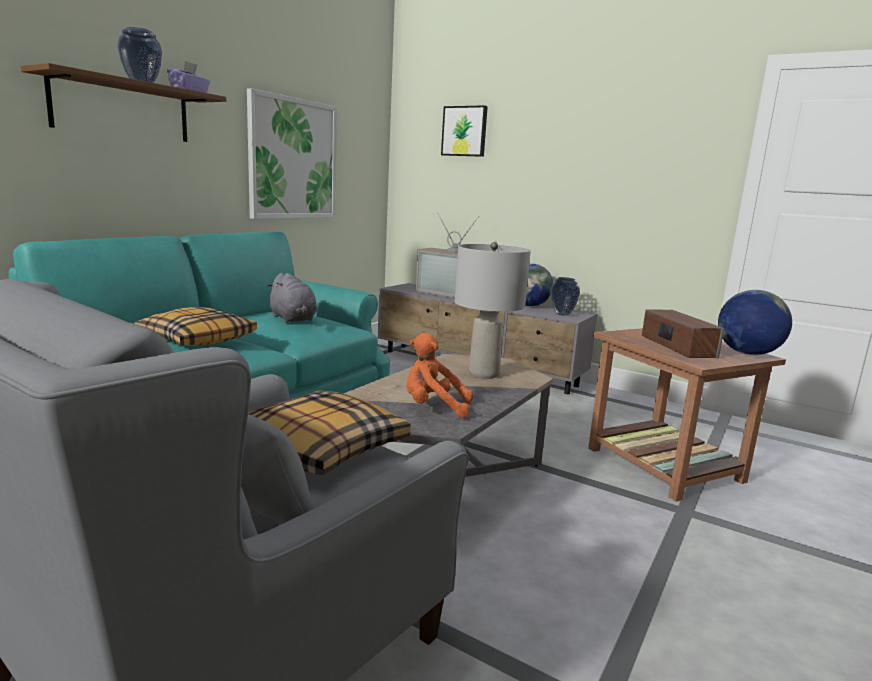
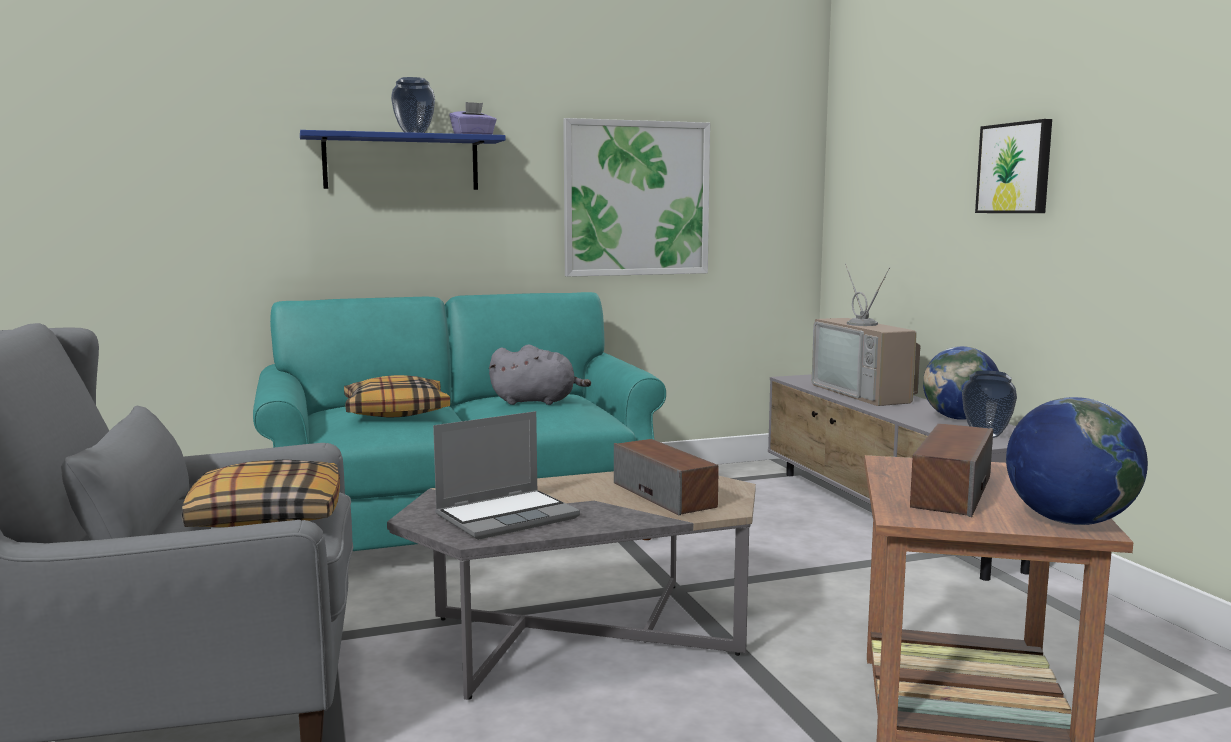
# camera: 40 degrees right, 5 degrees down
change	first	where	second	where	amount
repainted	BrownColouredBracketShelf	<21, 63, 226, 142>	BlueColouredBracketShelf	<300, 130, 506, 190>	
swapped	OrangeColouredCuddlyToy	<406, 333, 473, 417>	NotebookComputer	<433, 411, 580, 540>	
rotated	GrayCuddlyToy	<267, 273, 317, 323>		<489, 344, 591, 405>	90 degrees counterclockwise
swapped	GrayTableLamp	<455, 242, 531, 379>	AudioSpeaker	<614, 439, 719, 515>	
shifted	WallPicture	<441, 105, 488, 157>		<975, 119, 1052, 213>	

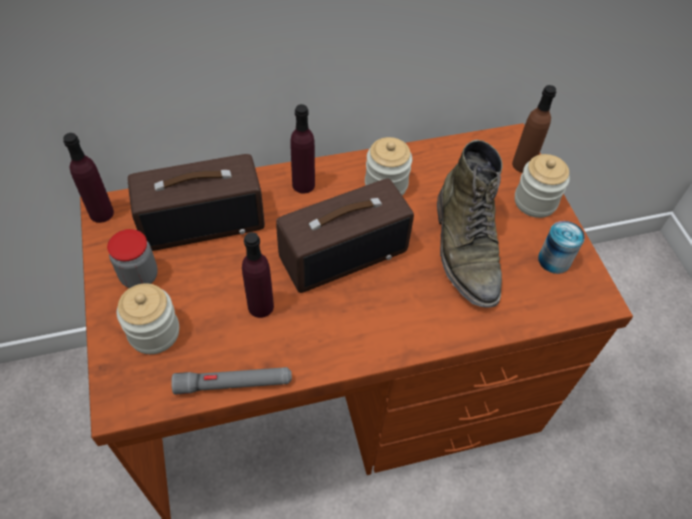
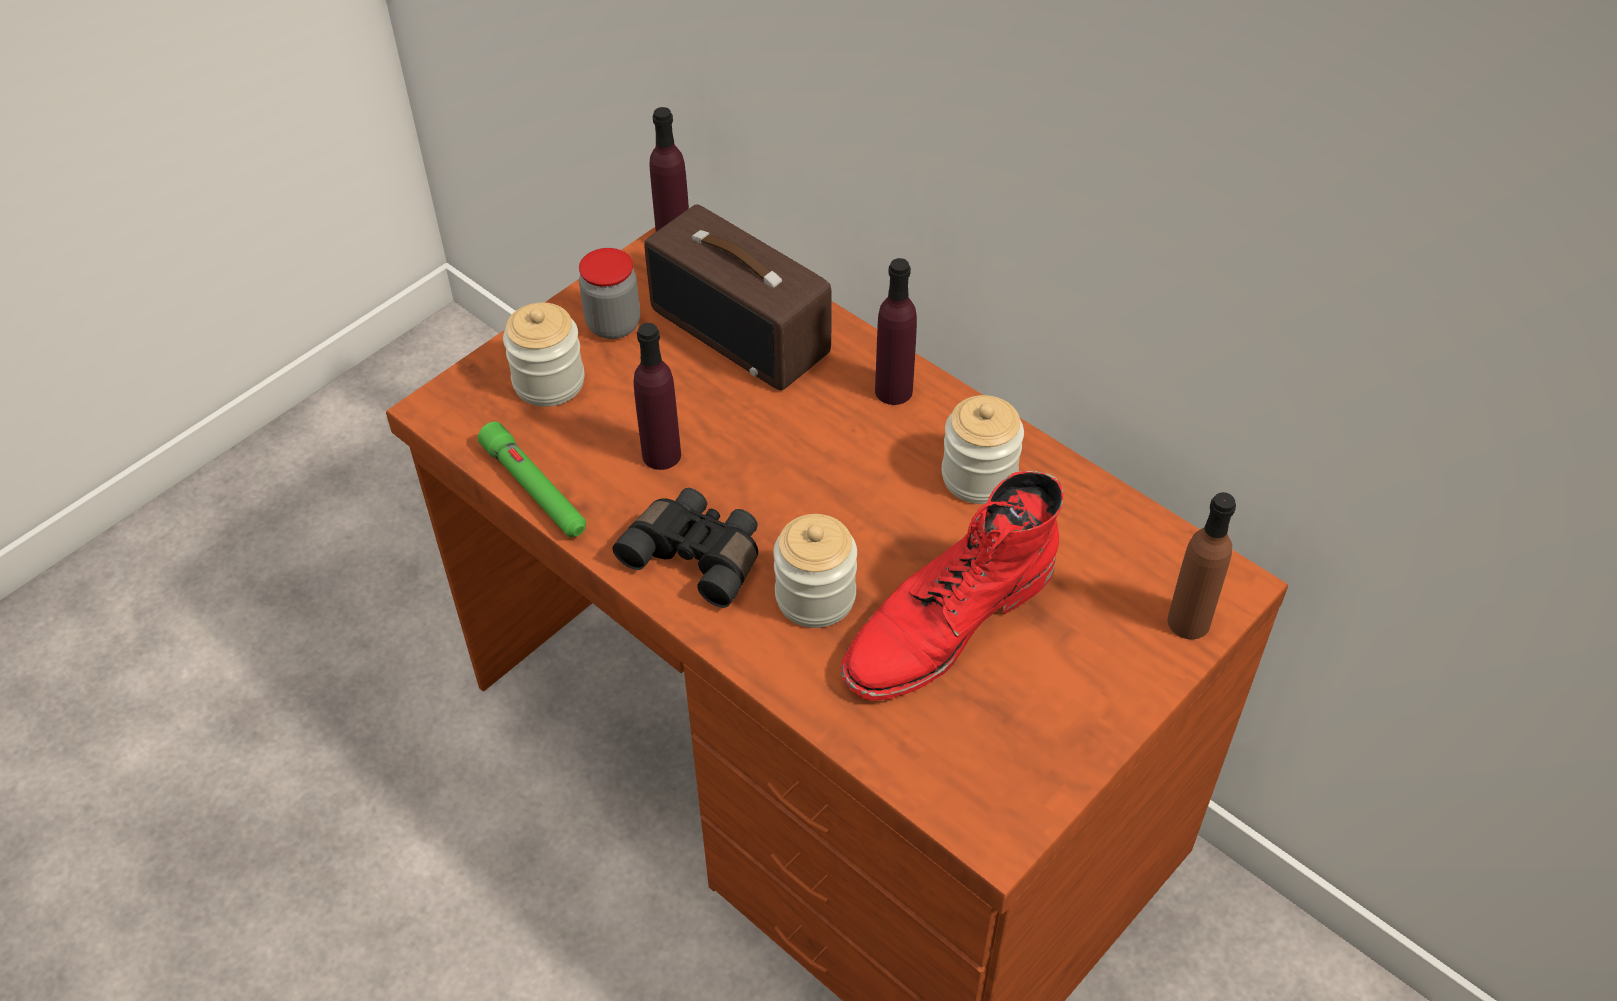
# camera: 60 degrees right, 5 degrees down
change	first	where	second	where	amount
repainted	GrayTorch	<171, 367, 292, 395>	GreenColouredTorch	<478, 422, 586, 537>	
new			BlackFieldGlasses	<613, 488, 758, 608>	
shifted	StorageJar	<515, 154, 570, 218>		<773, 514, 857, 628>	
repainted	GreenColouredBoot	<437, 140, 503, 308>	ReddishBoot	<841, 471, 1064, 701>	
gone	Radio	<276, 178, 414, 293>			
gone	Can	<538, 221, 585, 274>			

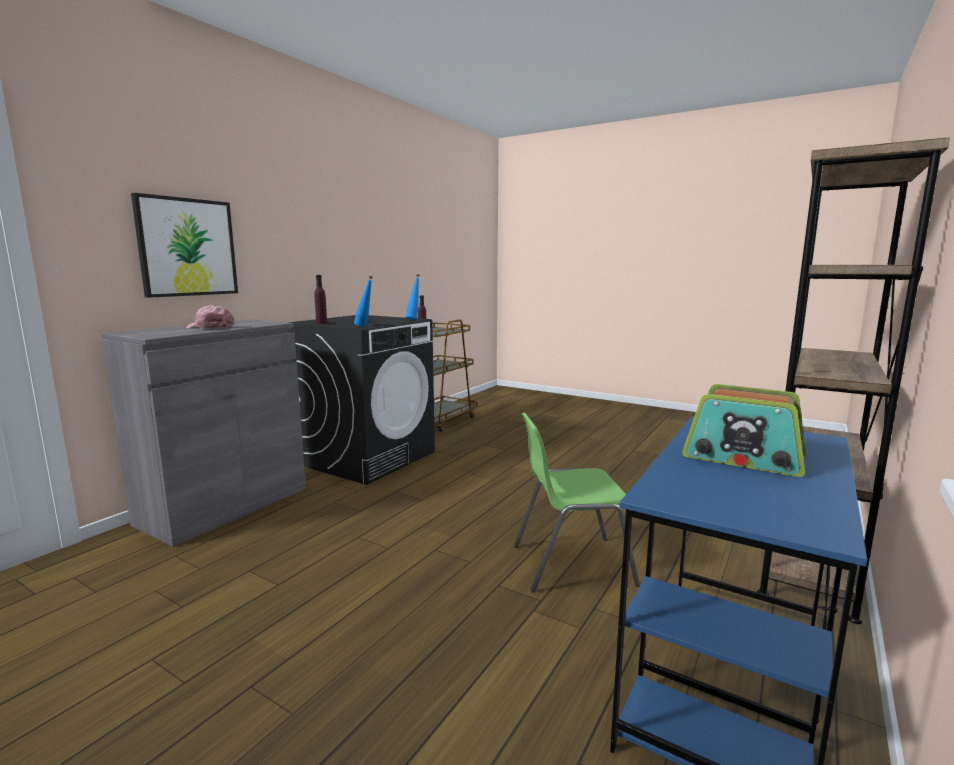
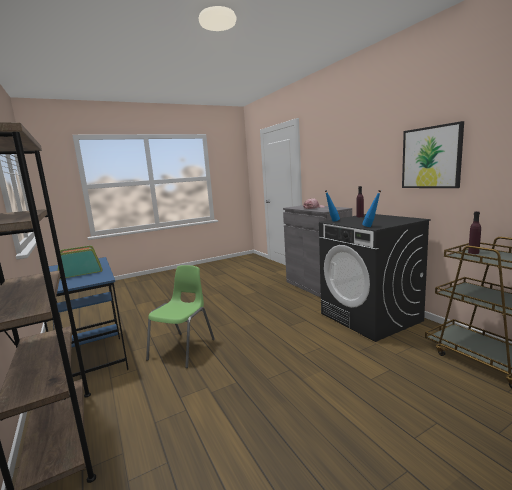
# camera: 120 degrees right, 0 degrees up
change	first	where	second	where	amount
shifted	WallPicture	<131, 193, 238, 298>		<402, 121, 464, 188>	

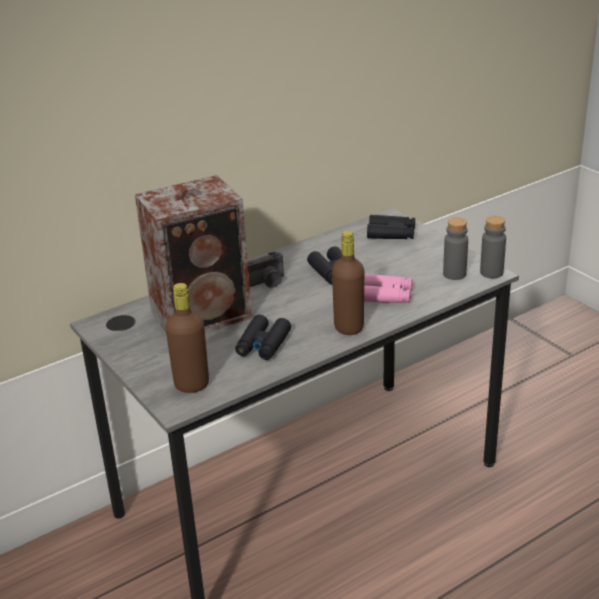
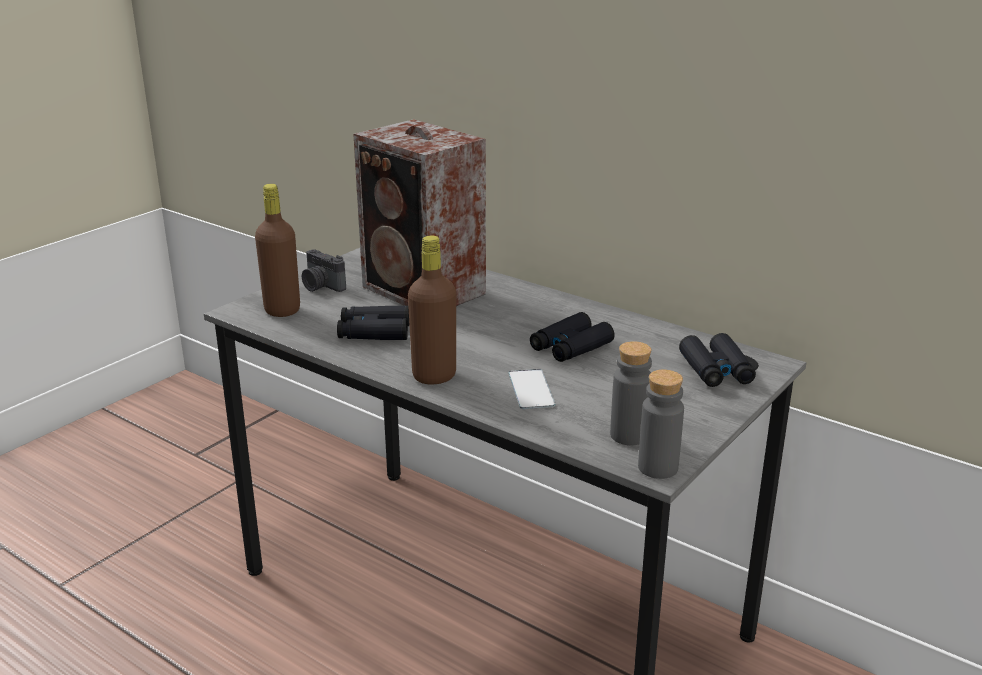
# camera: 70 degrees right, 5 degrees down
change	first	where	second	where	amount
shifted	PhotoCamera	<248, 251, 284, 288>		<302, 249, 346, 292>	
swapped	PinkFieldGlasses	<364, 274, 413, 303>	Handset	<508, 369, 555, 409>	

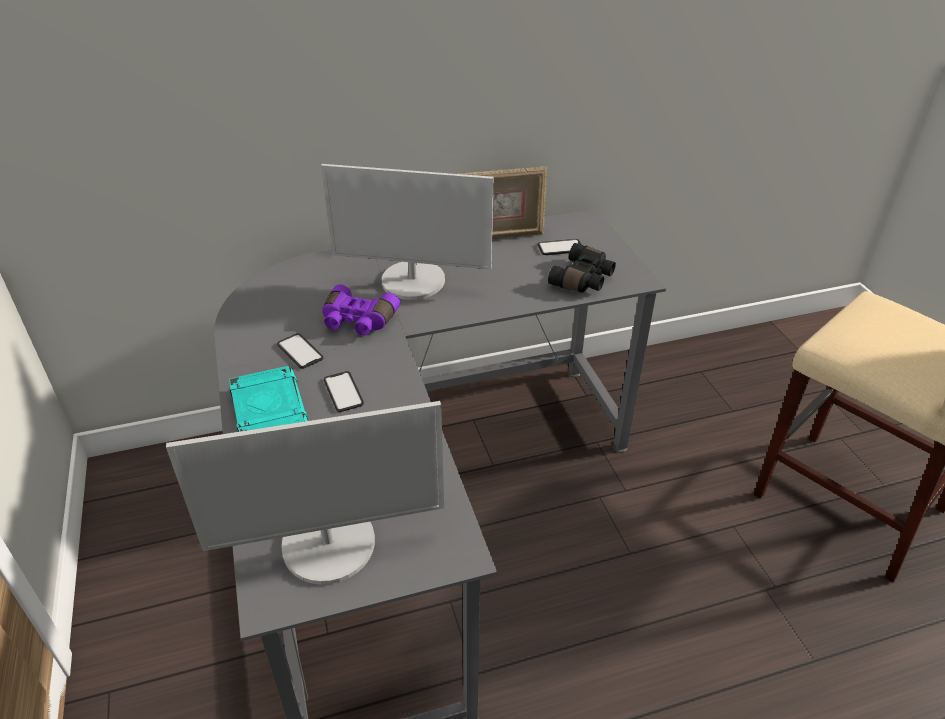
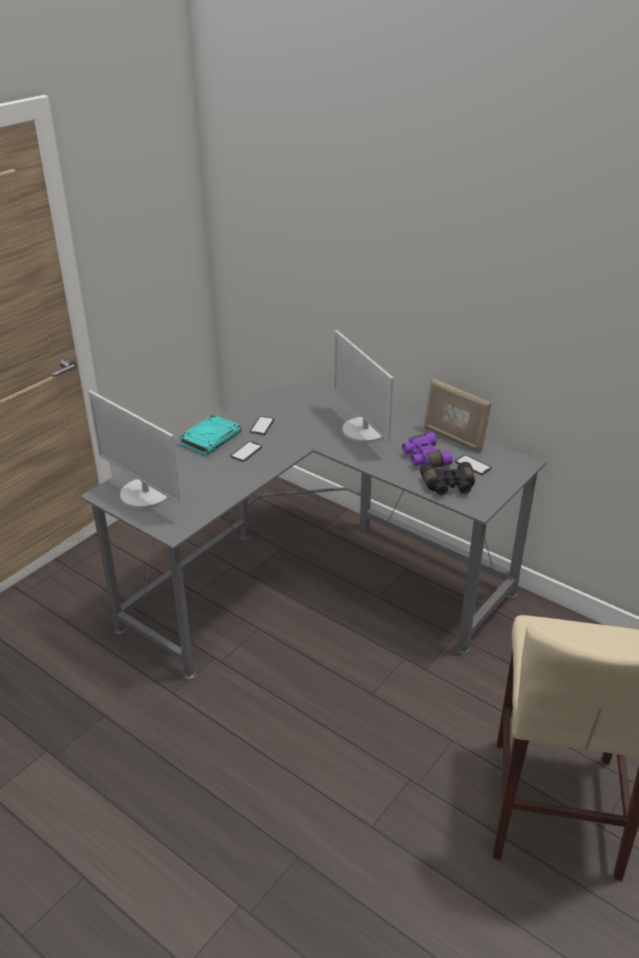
# camera: 55 degrees right, 5 degrees down
change	first	where	second	where	amount
shifted	PurplishFieldGlasses	<322, 284, 400, 336>		<402, 432, 453, 468>	

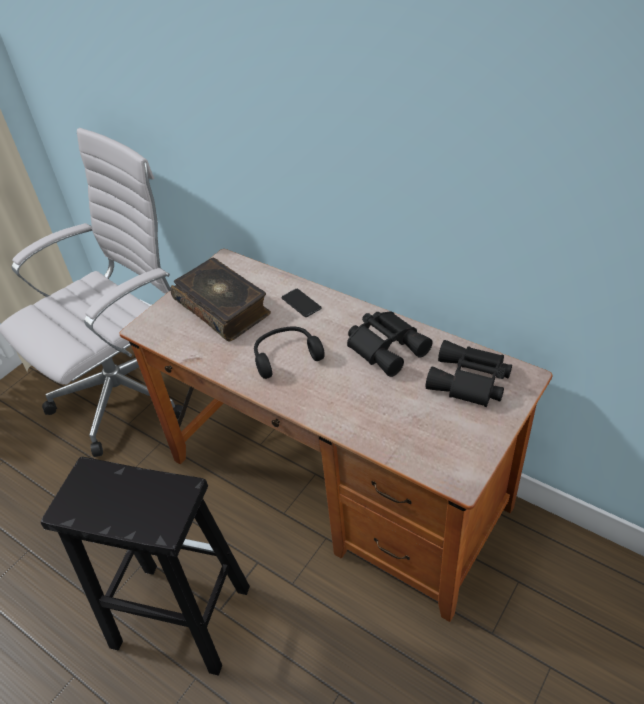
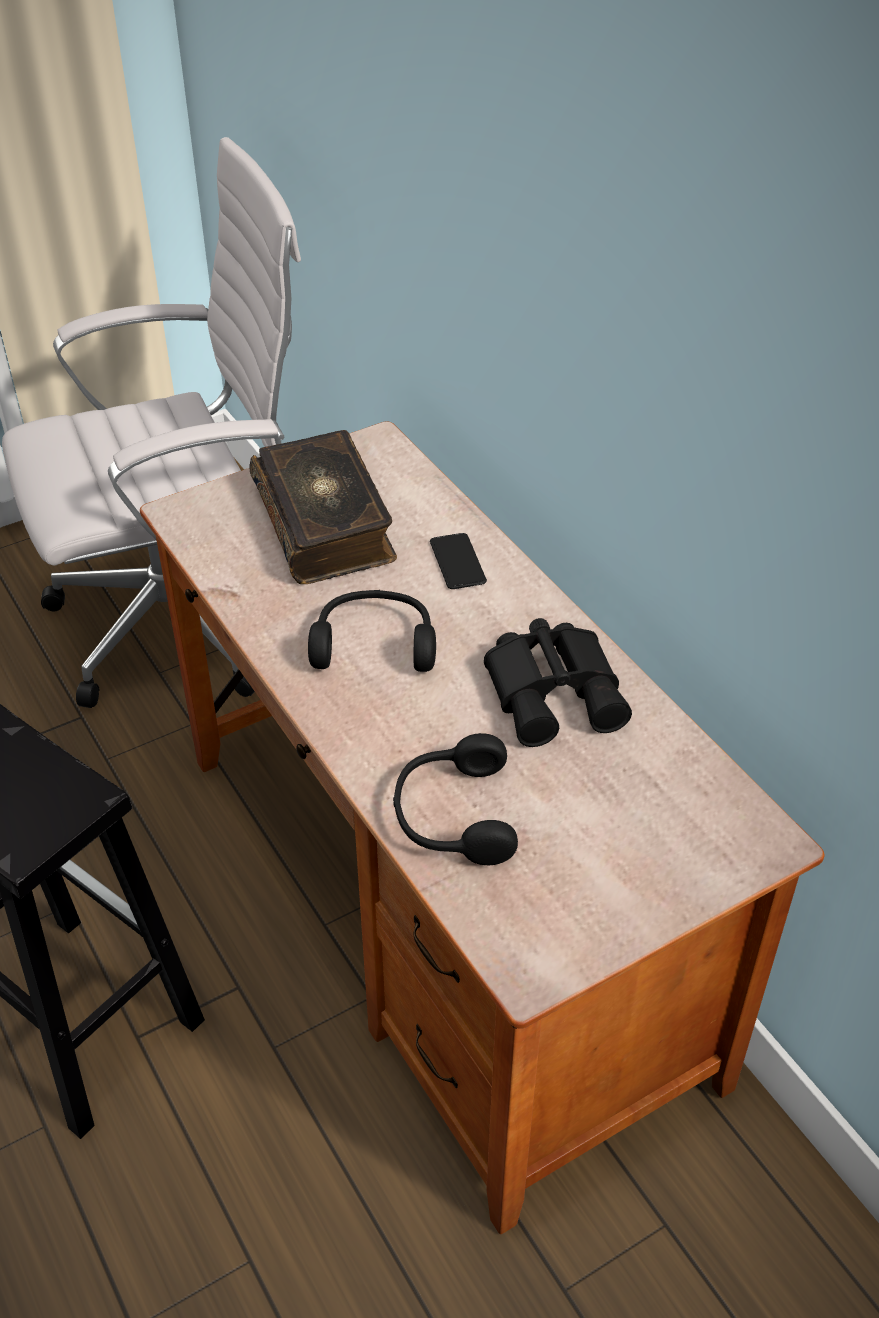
# camera: 20 degrees right, 0 degrees up
change	first	where	second	where	amount
new			BlackHeadset	<393, 733, 518, 865>	
gone	BlackFieldGlasses	<426, 340, 512, 407>			

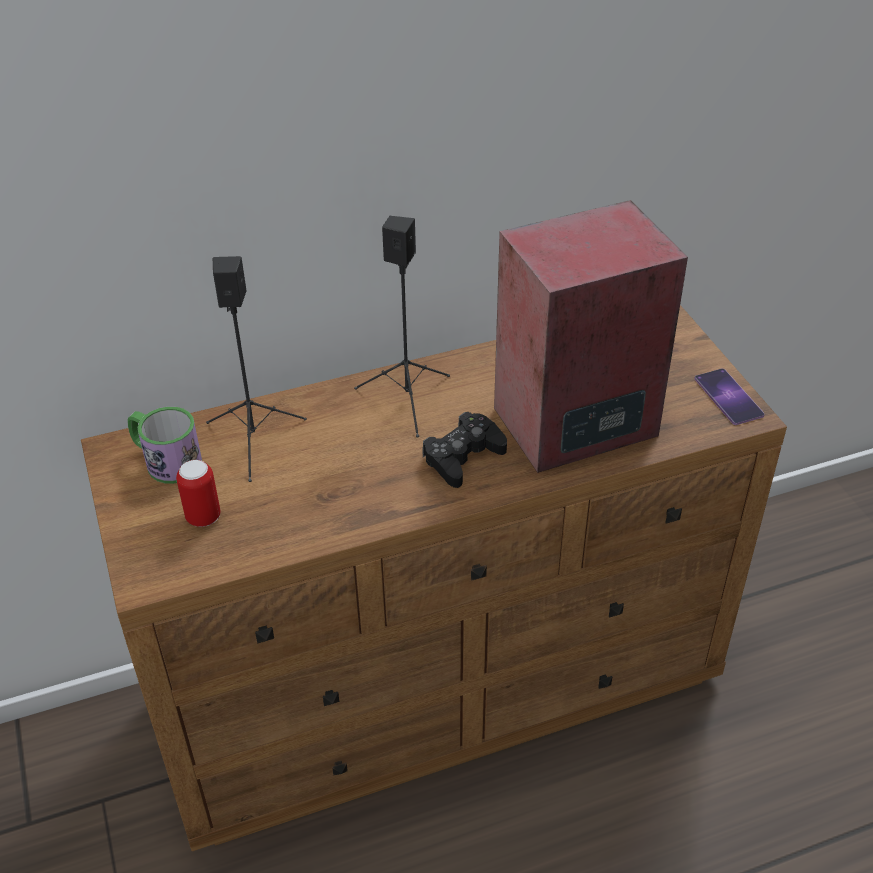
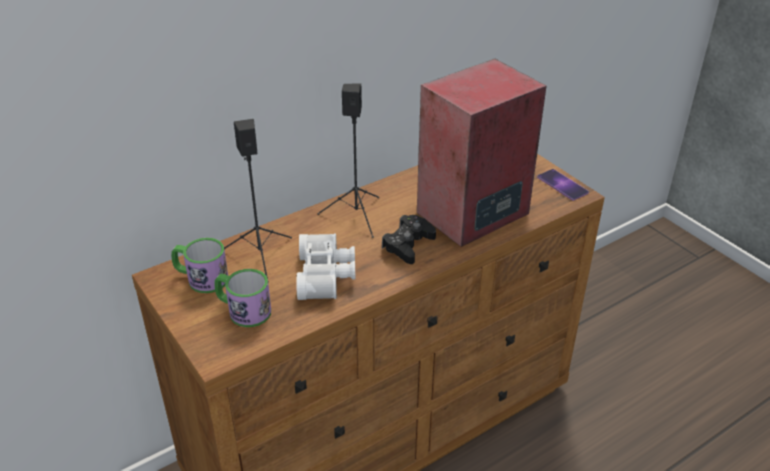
# camera: 15 degrees left, 5 degrees down
change	first	where	second	where	amount
swapped	Can	<176, 460, 220, 527>	CoffeeMug	<214, 269, 271, 327>	
new			WhiteFieldGlasses	<296, 233, 355, 300>	

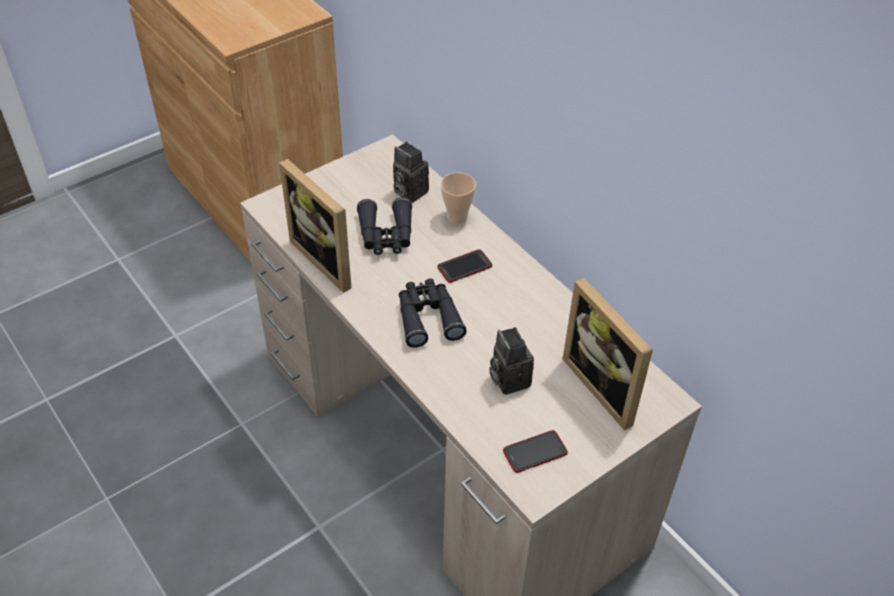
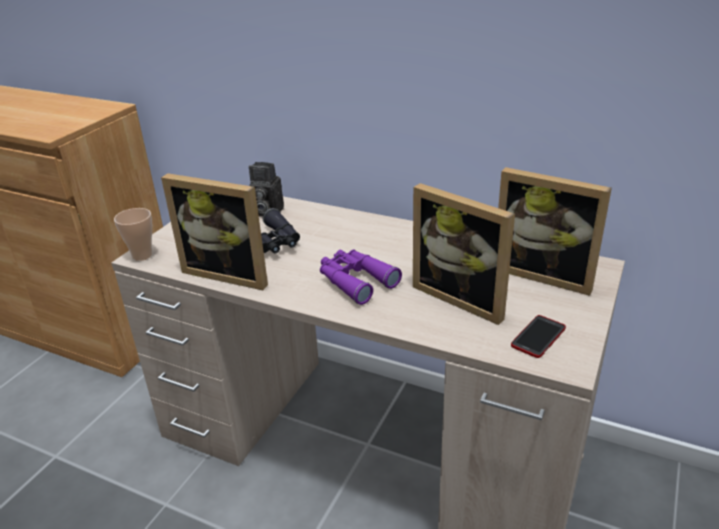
# camera: 25 degrees left, 15 degrees down
change	first	where	second	where	amount
shifted	DrinkingCup	<441, 172, 476, 224>		<114, 208, 153, 261>	
repainted	BlackFieldGlasses	<399, 278, 467, 348>	PurplishFieldGlasses	<320, 249, 402, 305>	
swapped	PhotoCamera	<489, 327, 534, 395>	StandingFrame	<413, 183, 515, 325>	
gone	Handset	<437, 249, 492, 283>			

